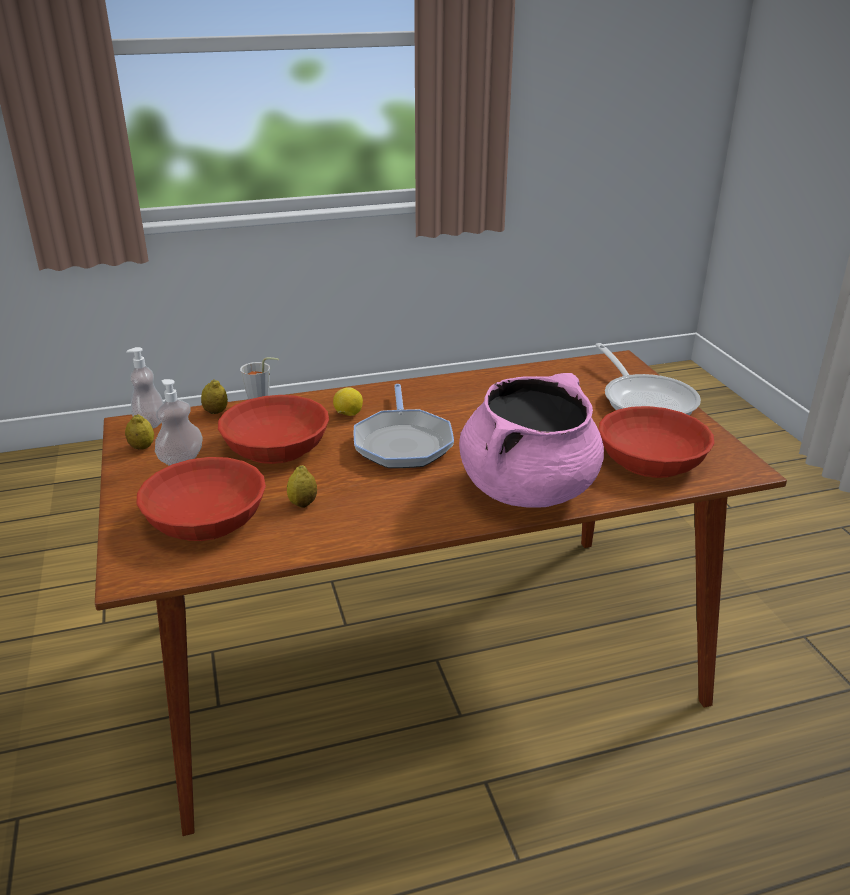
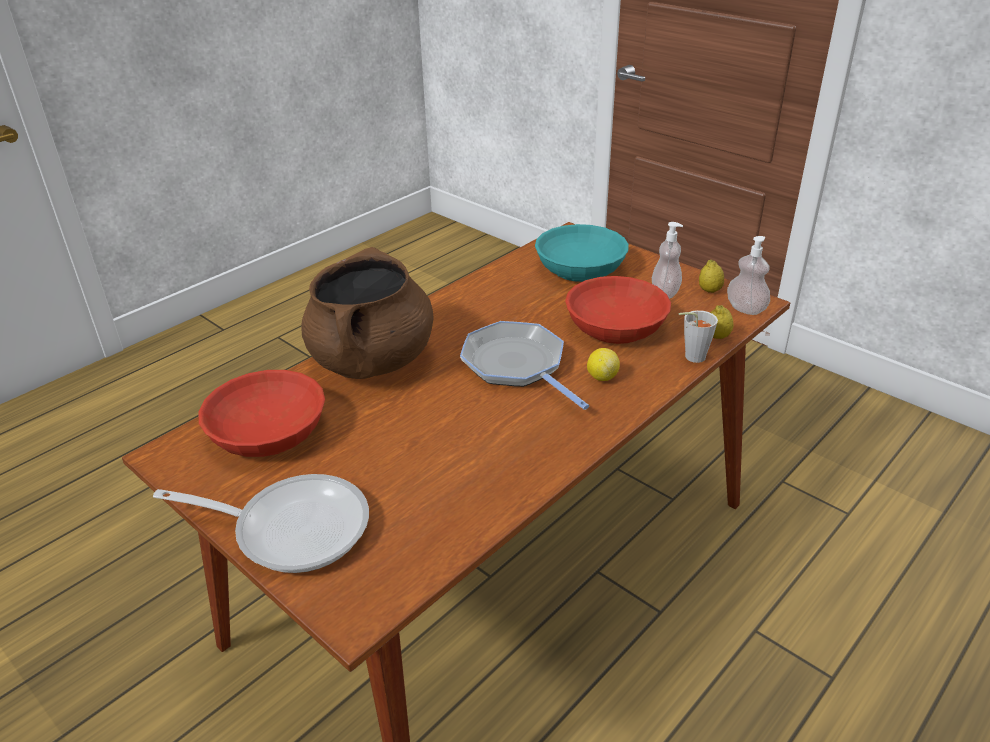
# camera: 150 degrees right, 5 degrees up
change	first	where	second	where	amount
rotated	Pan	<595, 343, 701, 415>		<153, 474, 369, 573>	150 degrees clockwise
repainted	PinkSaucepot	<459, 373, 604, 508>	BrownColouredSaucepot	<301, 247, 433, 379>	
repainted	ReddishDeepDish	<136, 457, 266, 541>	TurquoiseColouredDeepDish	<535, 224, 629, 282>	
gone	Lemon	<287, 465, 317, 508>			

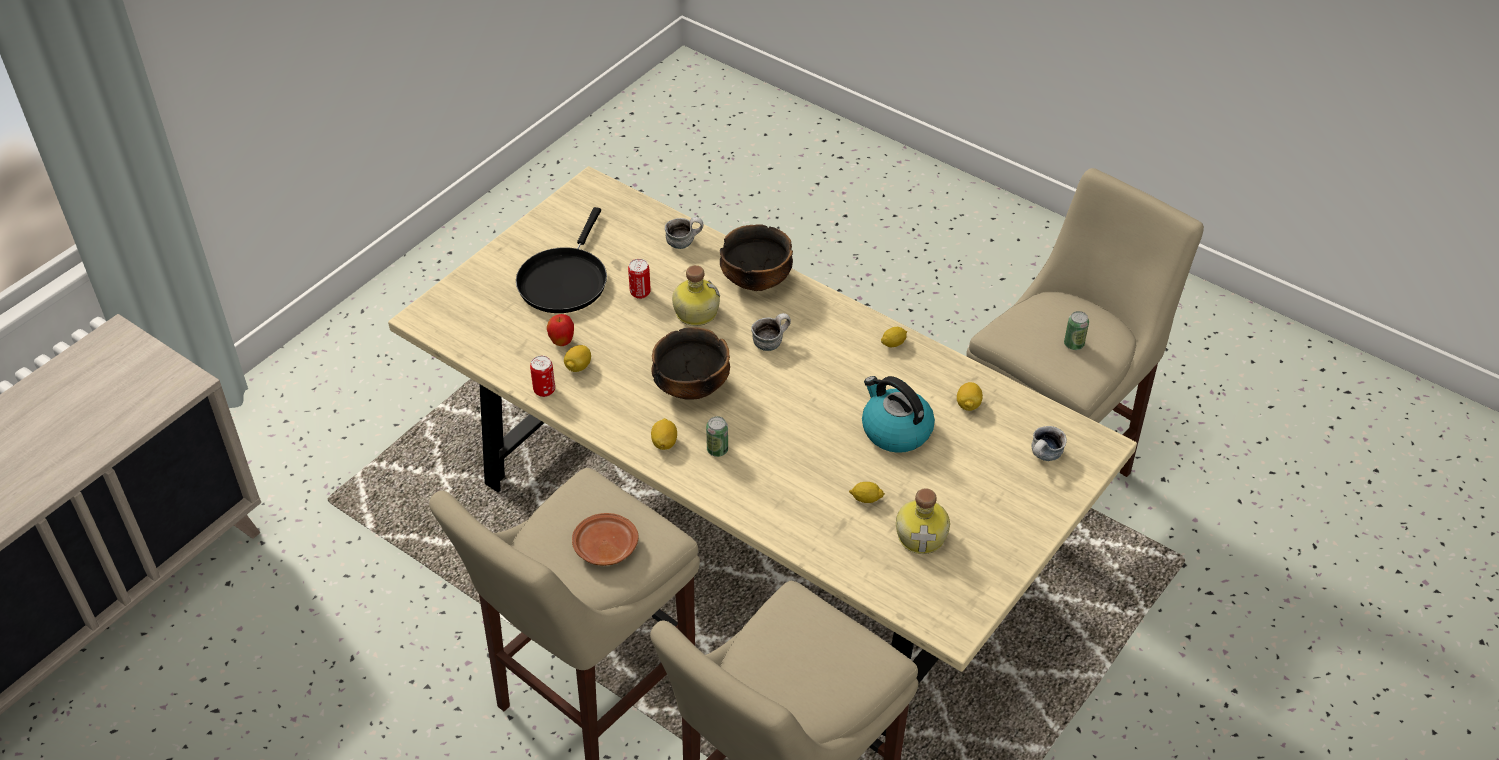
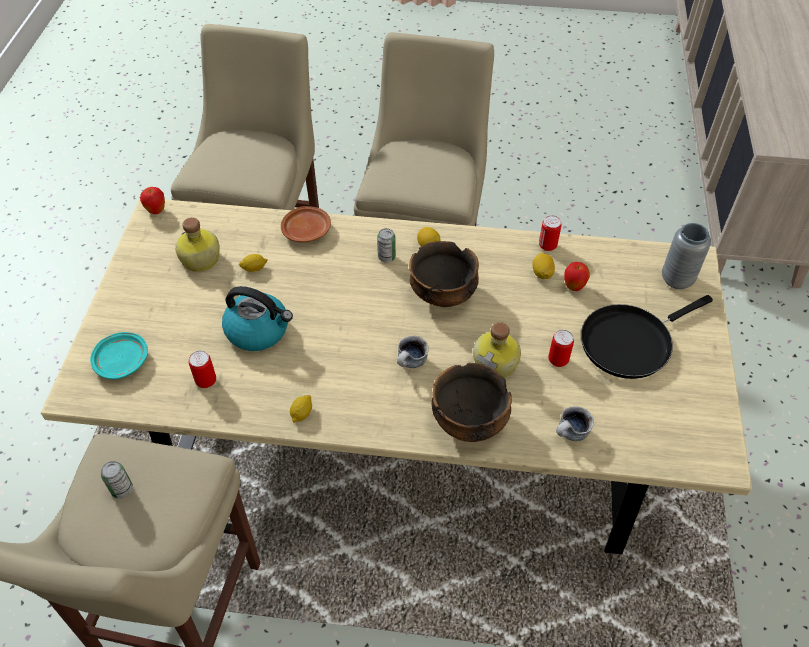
# camera: 150 degrees right, 5 degrees up
change	first	where	second	where	amount
swapped	CoffeeMug	<1032, 426, 1067, 461>	TurquoiseColouredFlatDish	<90, 332, 148, 379>	
new			WholeApple	<140, 187, 165, 214>	
swapped	Lemon	<957, 382, 983, 411>	Can	<189, 350, 216, 388>	
shifted	BrownColouredFlatDish	<572, 513, 639, 565>		<281, 206, 331, 242>	
rotated	BlackPan	<516, 207, 607, 313>		<581, 295, 713, 379>	105 degrees counterclockwise
new			GrayFlowerVase	<662, 223, 711, 289>	

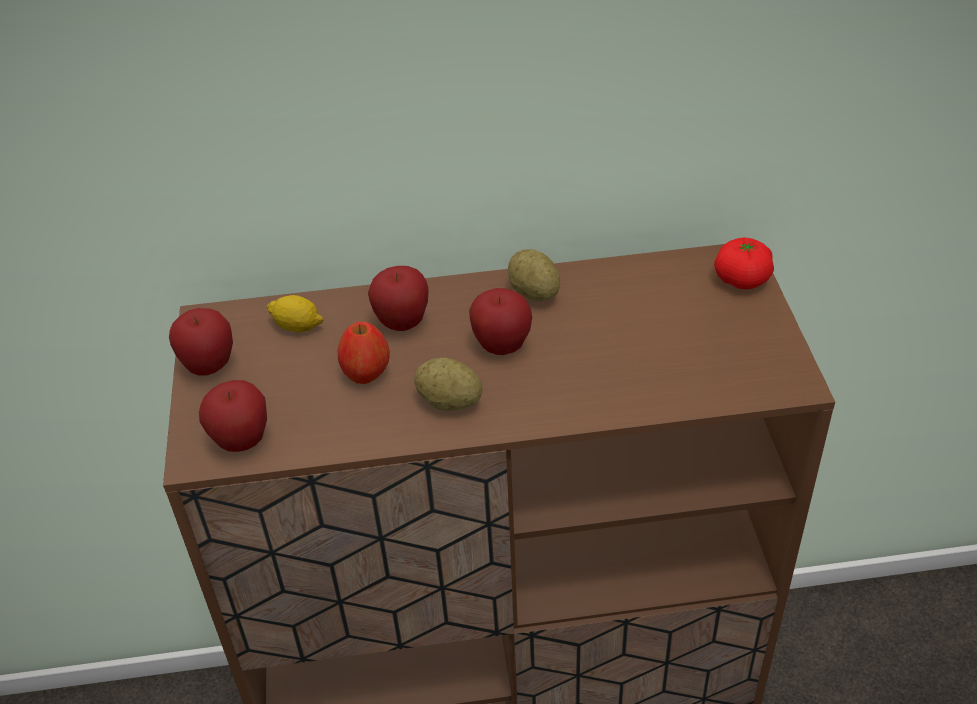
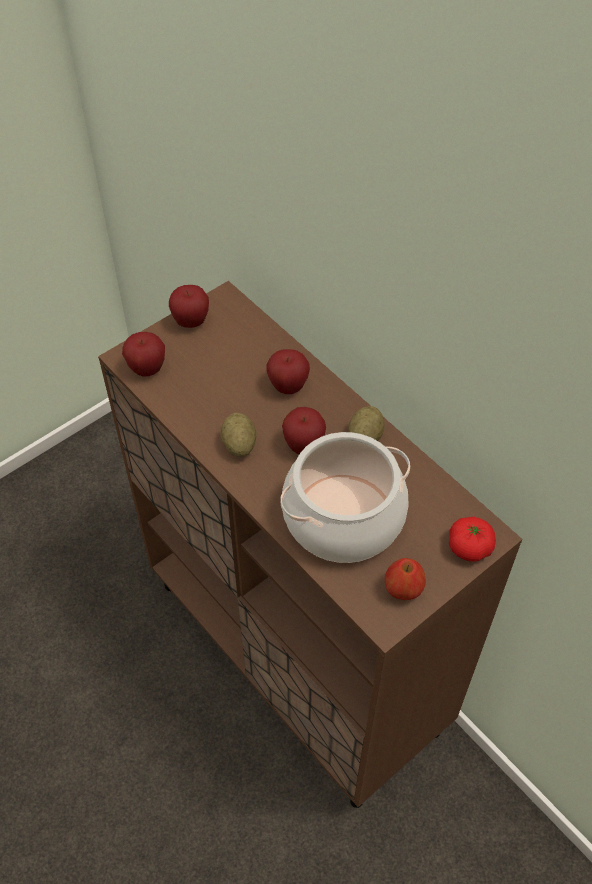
# camera: 55 degrees right, 10 degrees up
change	first	where	second	where	amount
new			Saucepot	<280, 432, 411, 563>	
shifted	WholeApple	<337, 322, 390, 384>		<385, 558, 426, 600>	
gone	Lemon	<267, 295, 324, 333>			

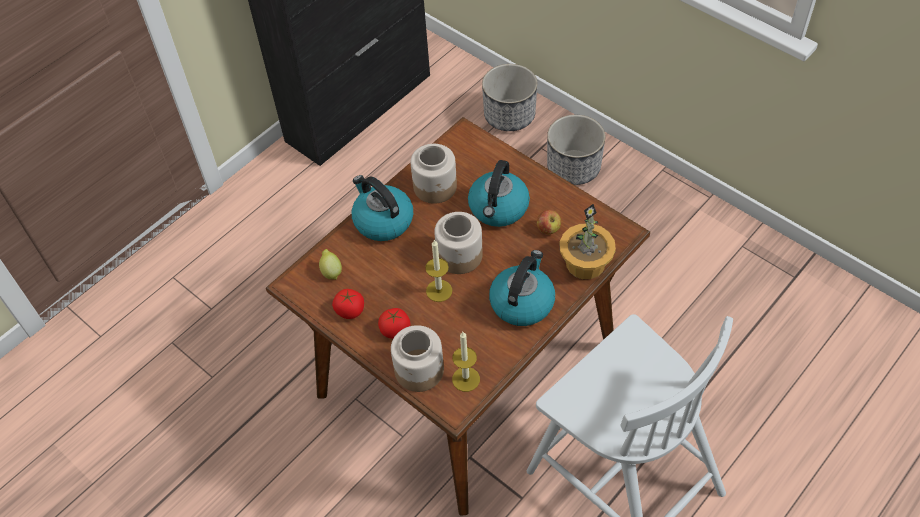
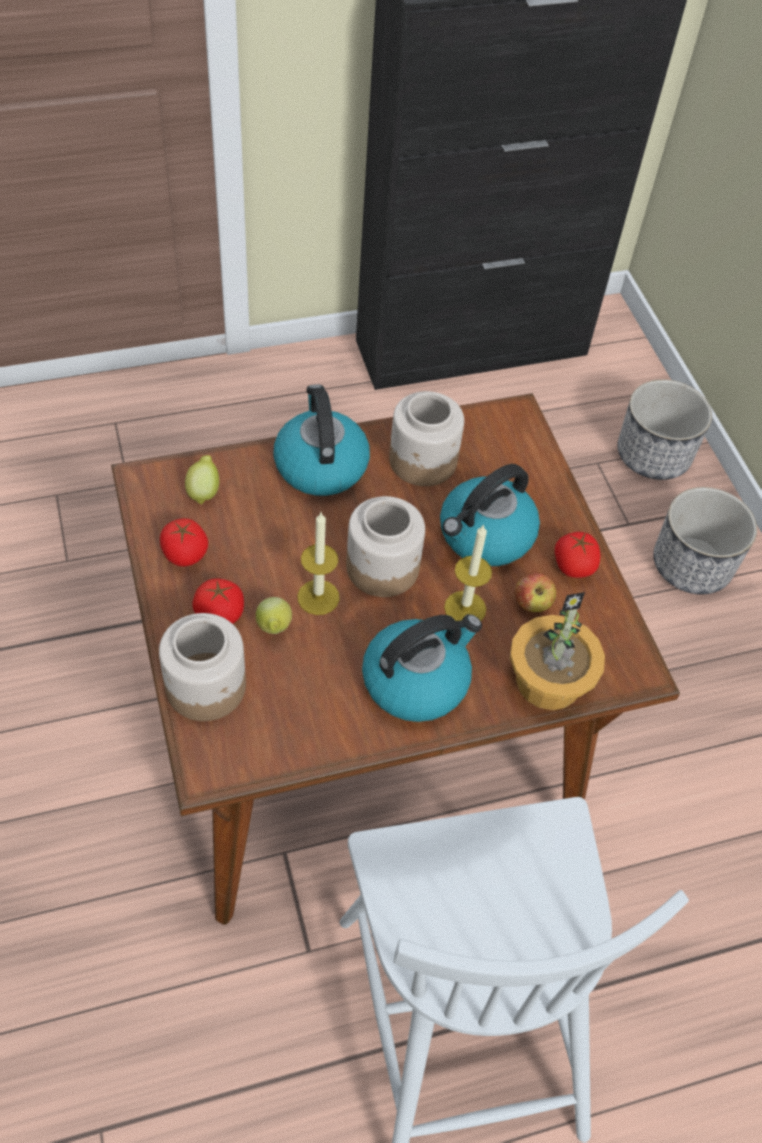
# camera: 25 degrees right, 0 degrees up
change	first	where	second	where	amount
new			Lemon	<256, 597, 292, 634>	
shifted	WaxCandle	<452, 332, 480, 392>		<444, 524, 492, 621>	
new			WholeTomato	<555, 532, 600, 578>	

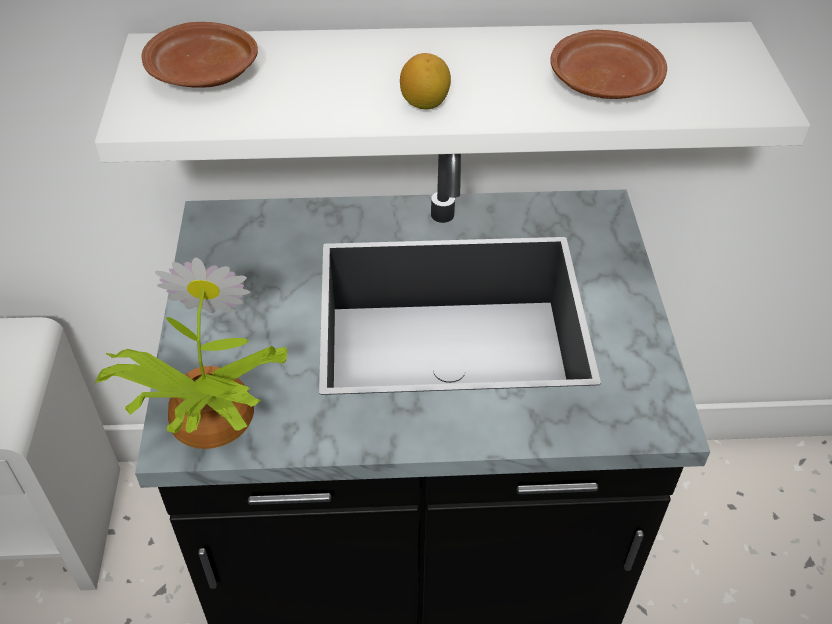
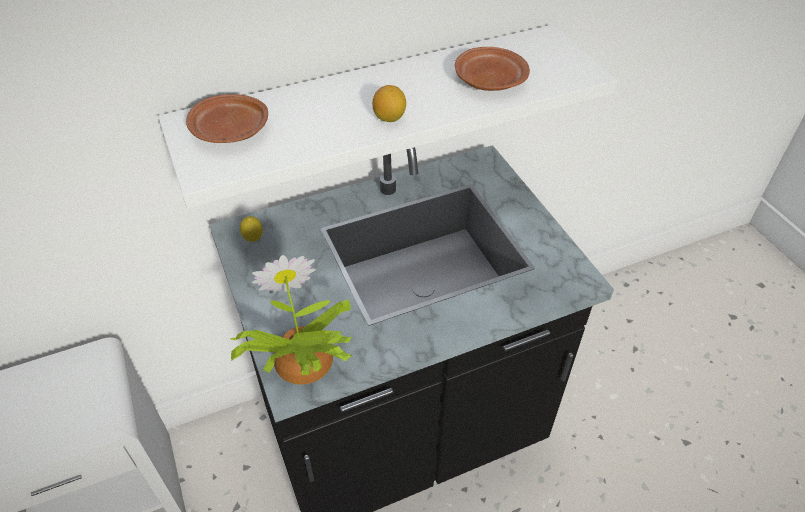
# camera: 20 degrees left, 0 degrees up
change	first	where	second	where	amount
new			Lemon	<240, 216, 263, 242>	

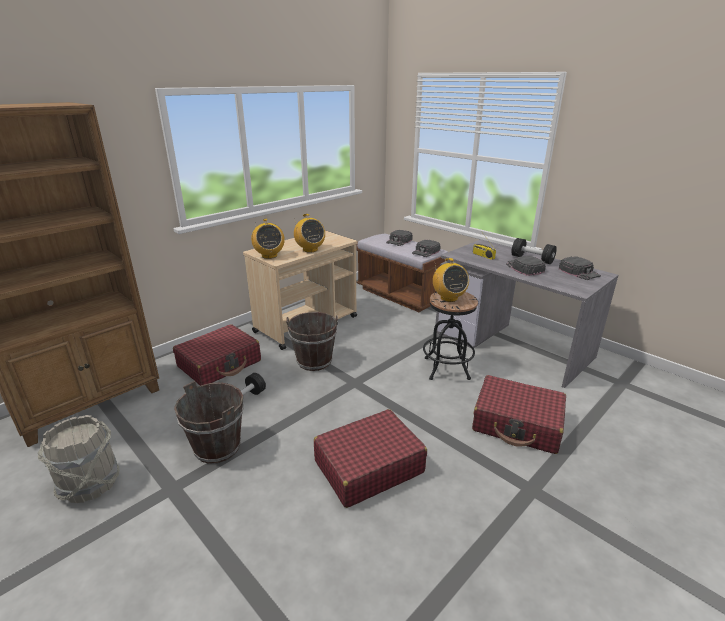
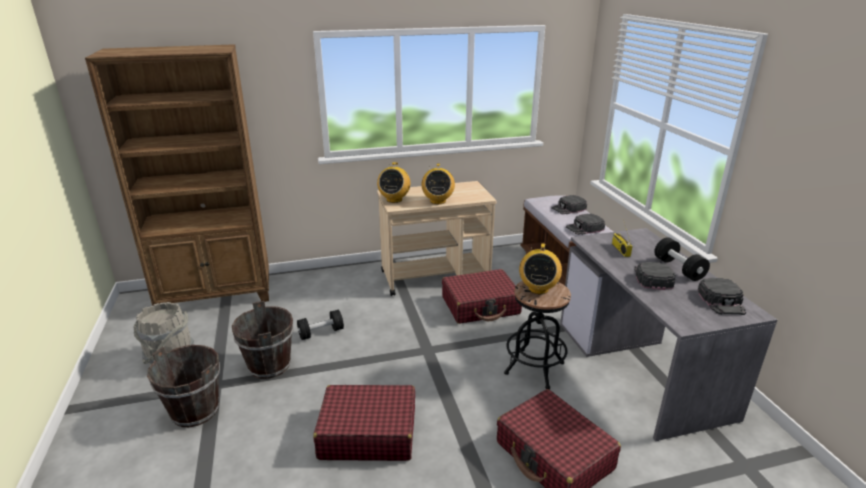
# camera: 30 degrees right, 0 degrees up
change	first	where	second	where	amount
shifted	BrownColouredBucket	<286, 312, 338, 371>		<147, 345, 220, 427>	
shifted	ReddishPieceOfLuggage	<173, 324, 261, 386>		<442, 269, 522, 324>	

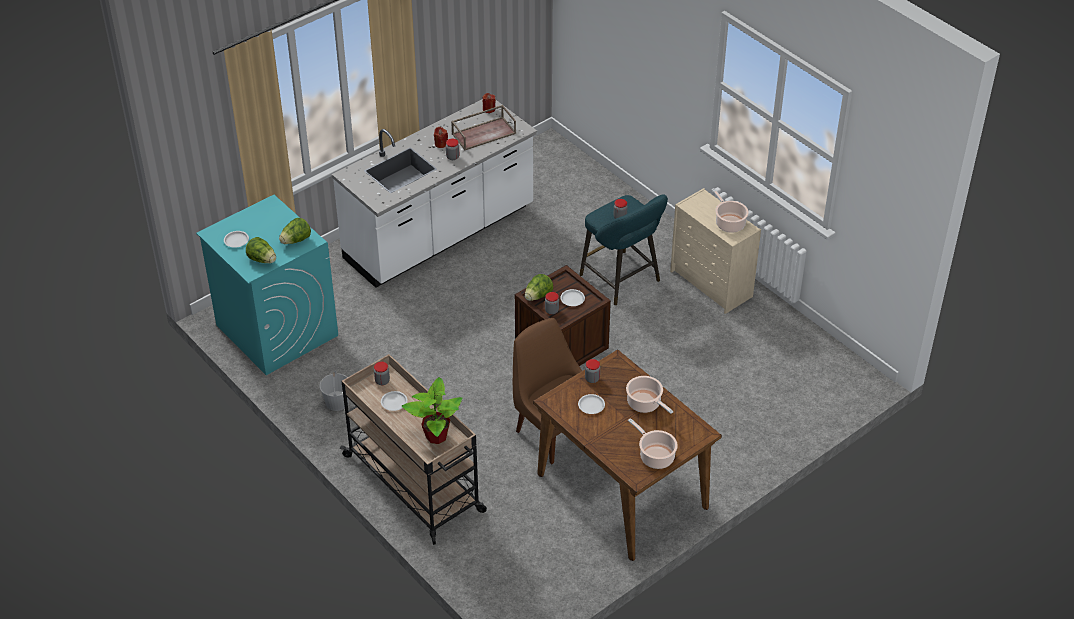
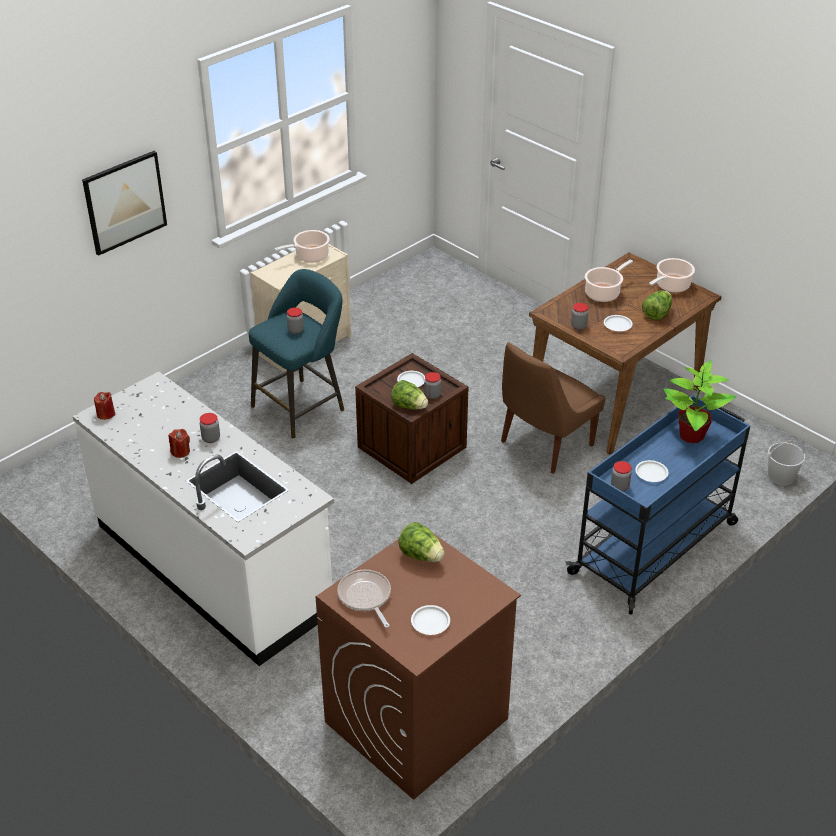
# camera: 95 degrees left, 5 degrees down
change	first	where	second	where	amount
new			WallPicture	<82, 151, 167, 256>	
repainted	TurquoiseColouredLaundryAppliance	<196, 195, 338, 375>	BrownColouredLaundryAppliance	<316, 533, 521, 800>	
new			Pan	<337, 570, 391, 628>	
repainted	SandColouredTrolley	<340, 354, 487, 545>	BlueColouredTrolley	<566, 395, 750, 614>	
shifted	LettuceHead	<246, 237, 276, 263>		<642, 291, 672, 320>	
shifted	WhiteBucket	<319, 371, 349, 411>		<768, 440, 805, 486>	
gone	BrownColouredCarryingTray	<451, 105, 516, 150>			

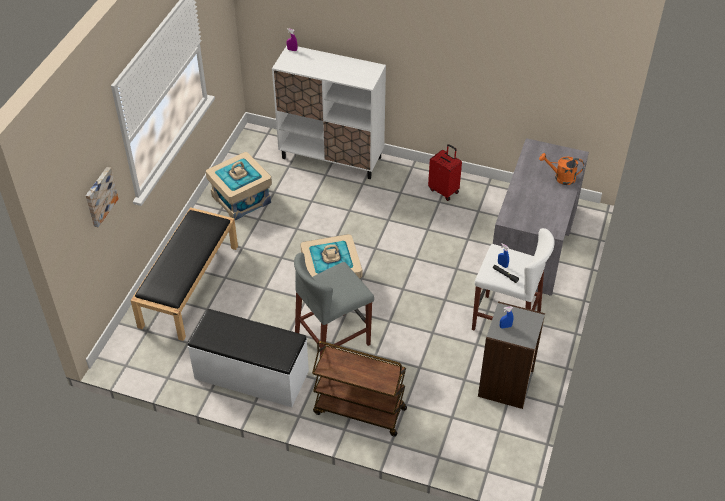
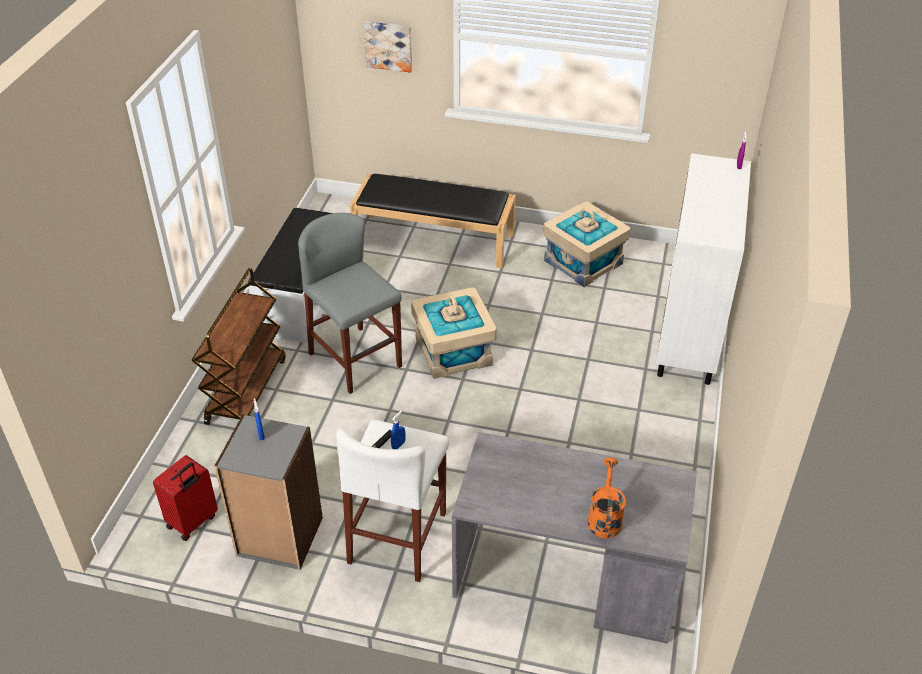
# camera: 85 degrees right, 5 degrees down
change	first	where	second	where	amount
shifted	ReddishPieceOfLuggage	<428, 144, 462, 201>		<153, 455, 218, 541>	

